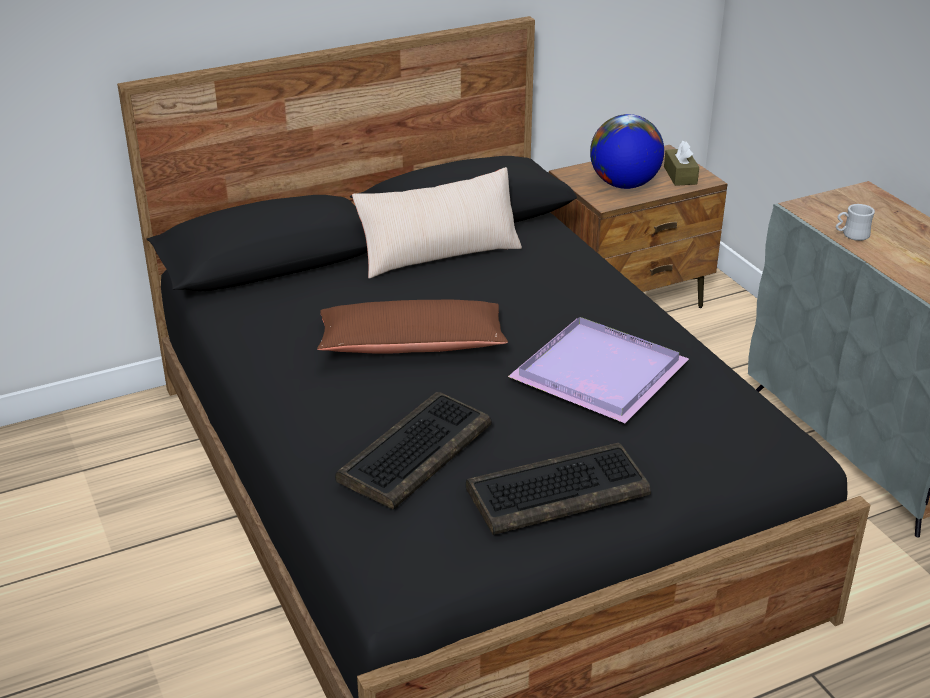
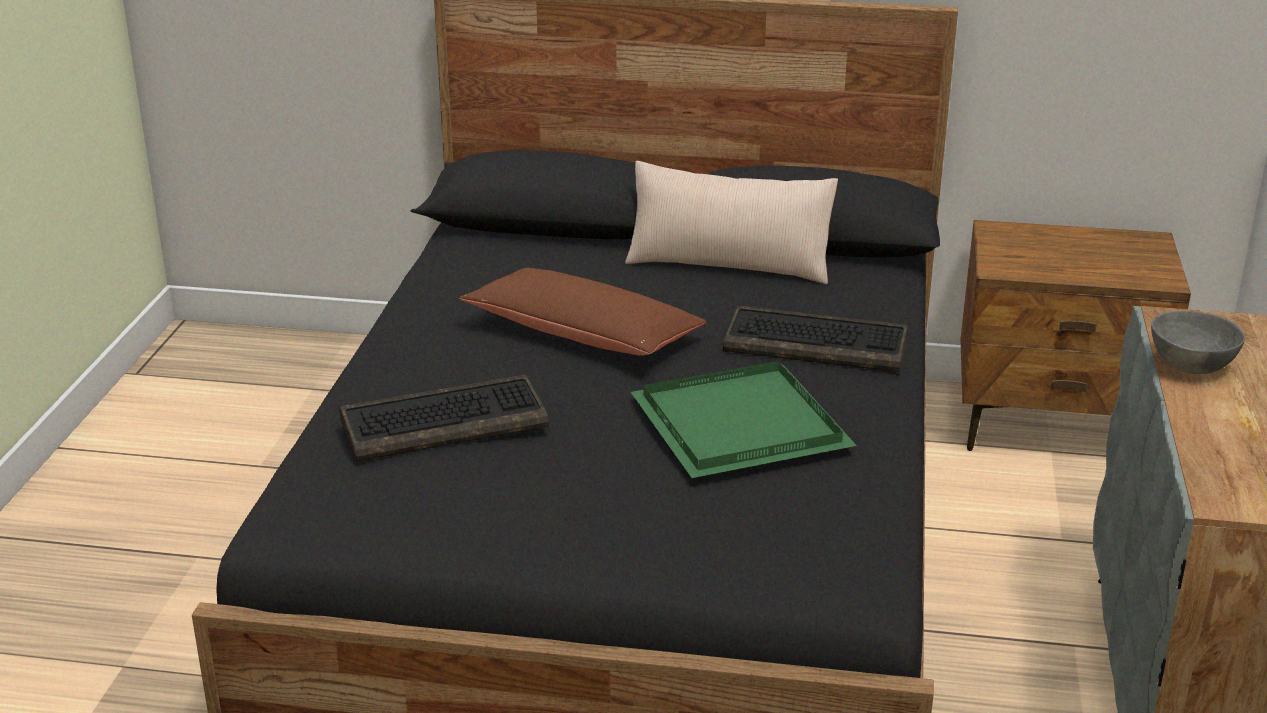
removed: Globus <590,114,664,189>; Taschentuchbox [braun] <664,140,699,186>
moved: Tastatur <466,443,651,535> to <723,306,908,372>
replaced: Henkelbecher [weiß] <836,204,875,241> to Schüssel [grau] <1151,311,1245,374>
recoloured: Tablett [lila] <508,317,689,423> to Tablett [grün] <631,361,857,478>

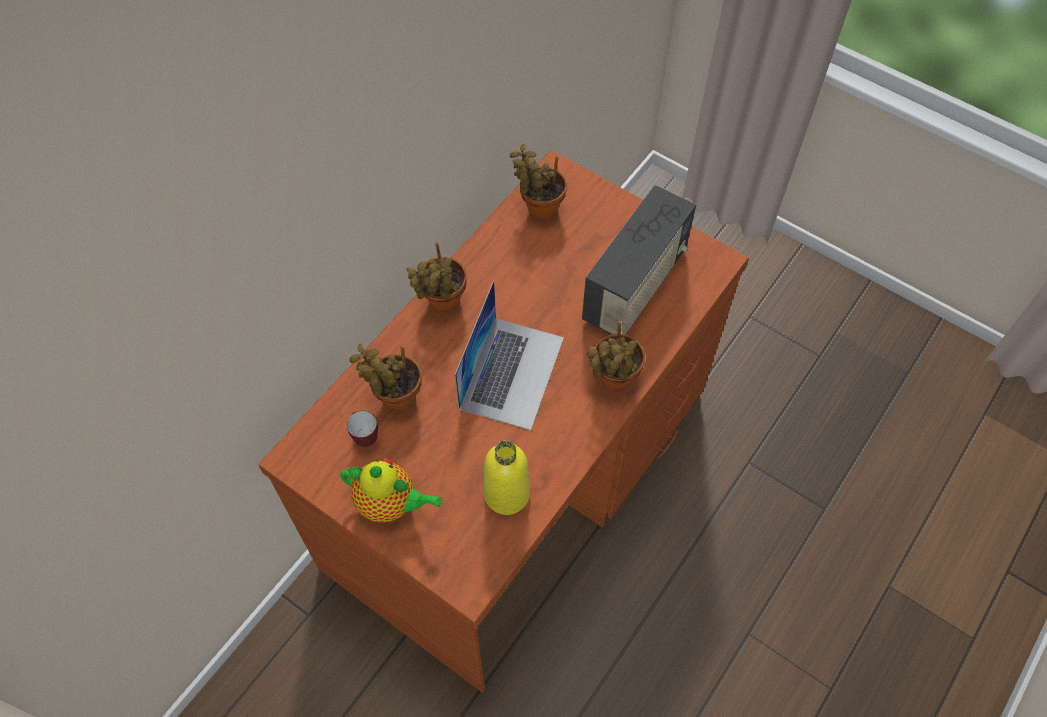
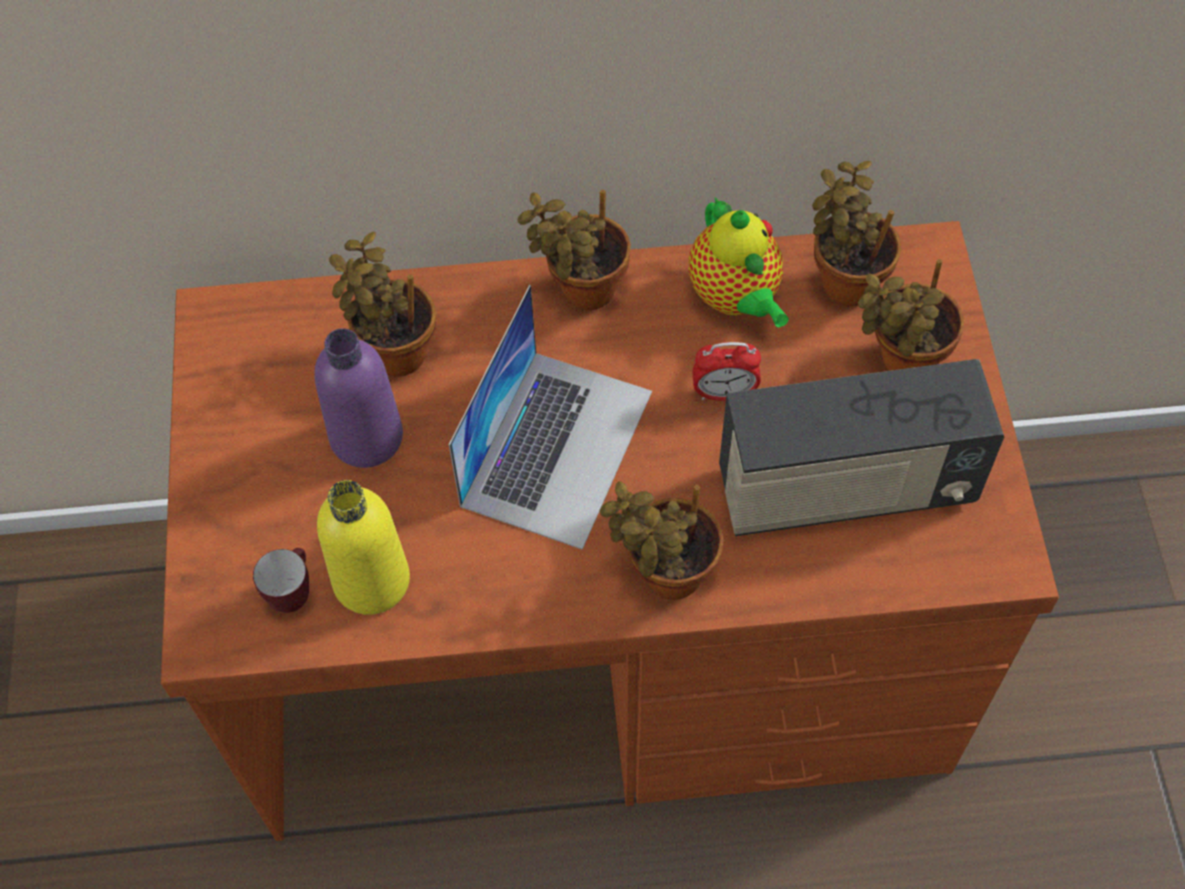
added: Flasche [lila] <314,328,403,468>; Wecker <692,342,761,401>; Topfpflanze <858,259,964,371>
moved: Teekanne <340,458,442,523> to <689,197,789,327>; Henkelbecher <347,411,378,447> to <253,548,309,613>
turned: Laptop <455,280,564,430> = <449,285,652,550> 45 degrees counterclockwise

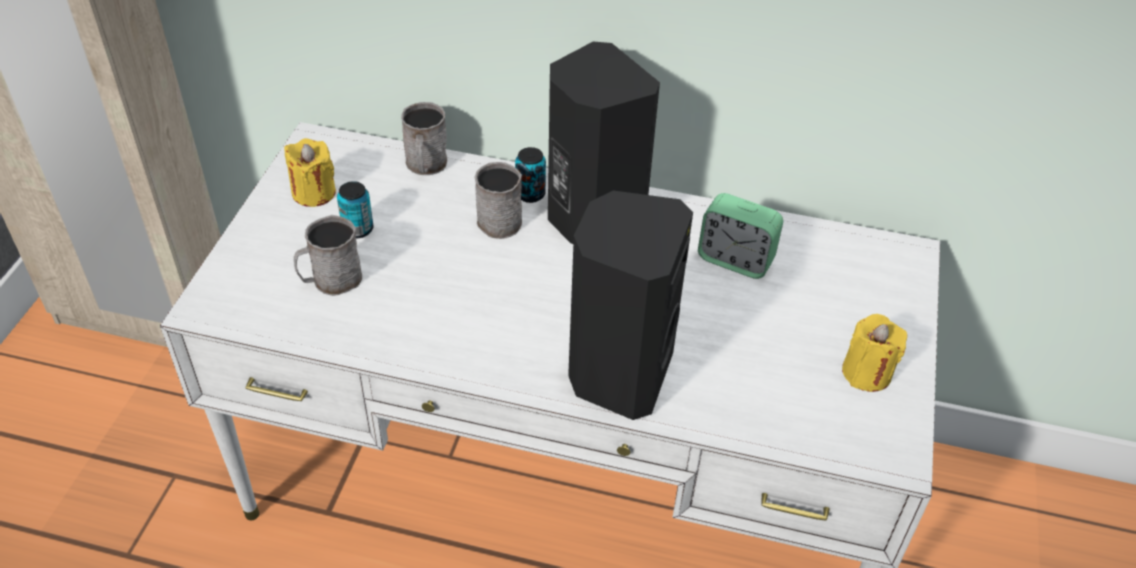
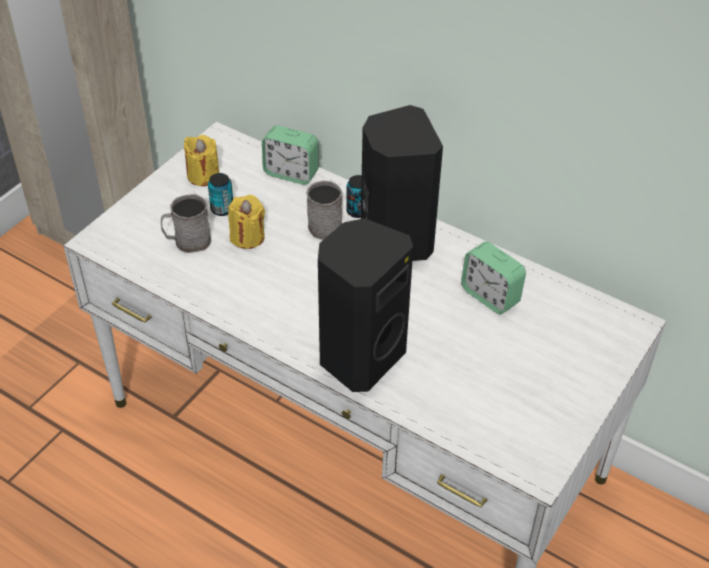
moved: Kerze [gelb] <842,314,907,392> to <228,195,265,249>
replaced: Henkelbecher [grau] <401,102,447,175> to Wecker <262,125,318,185>

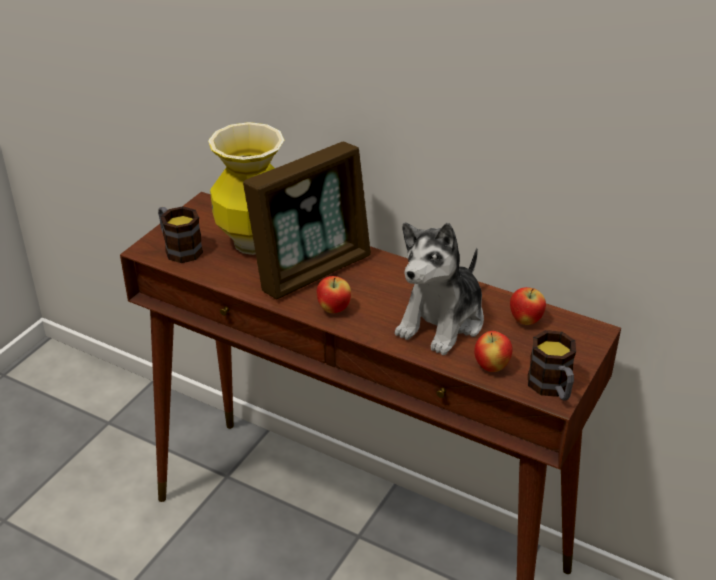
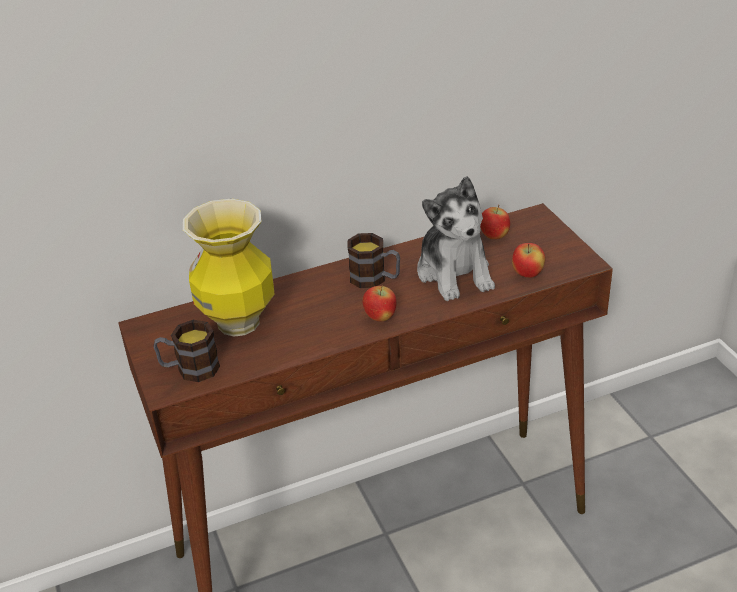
removed: Bilderrahmen <243,142,371,299>
moved: Henkelbecher <528,330,576,401> to <347,233,400,288>

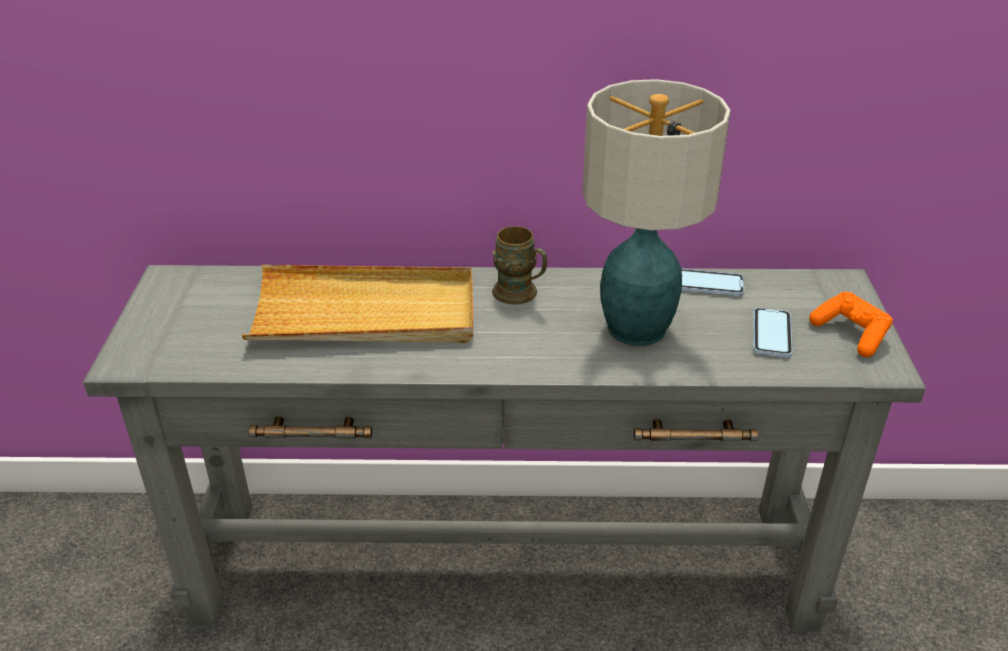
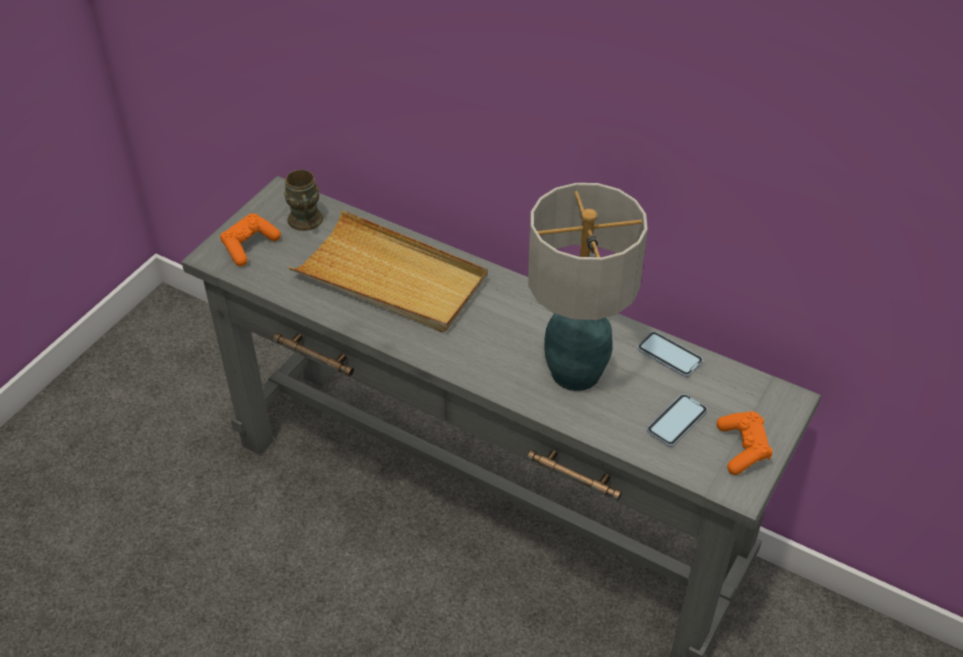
added: Gamepad [orange] <220,213,281,266>
moved: Henkelbecher [braun] <492,226,547,305> to <284,170,323,231>

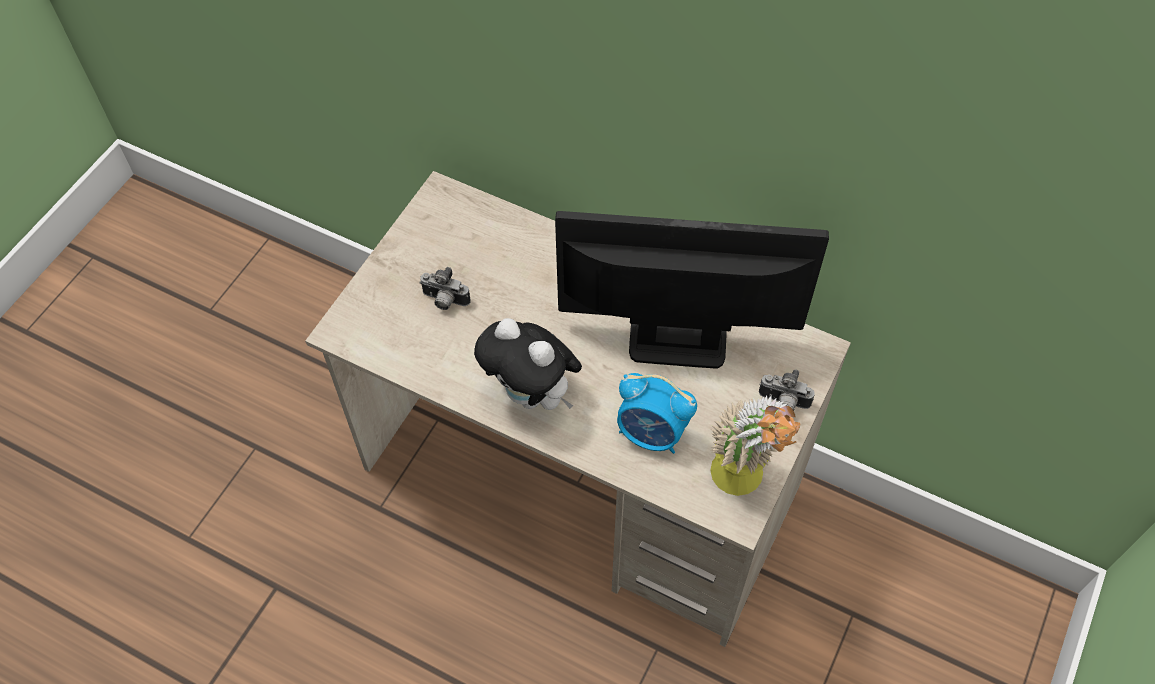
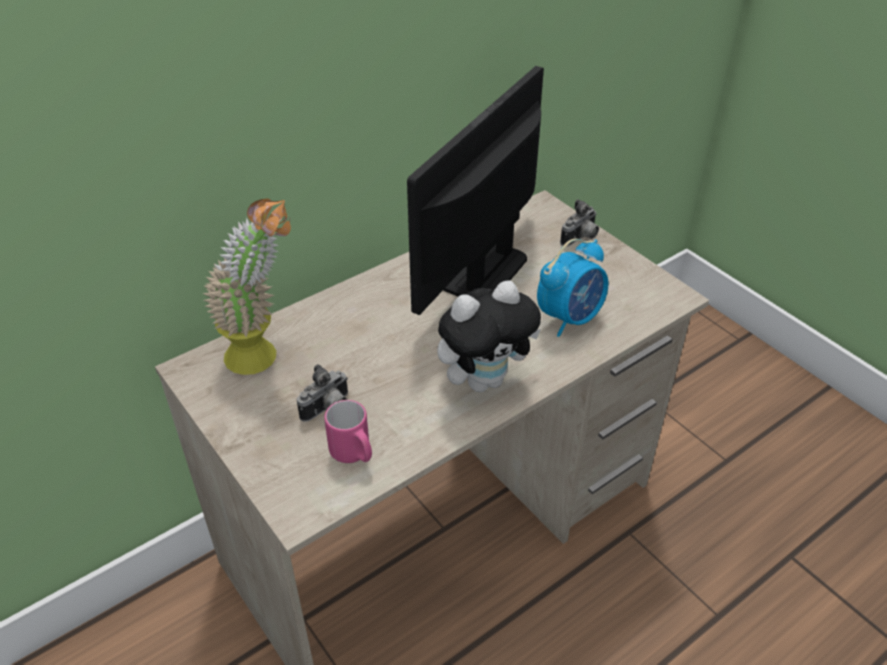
added: Henkelbecher [rosa] <324,400,372,463>
moved: Topfpflanze <710,396,801,496> to <203,199,291,375>

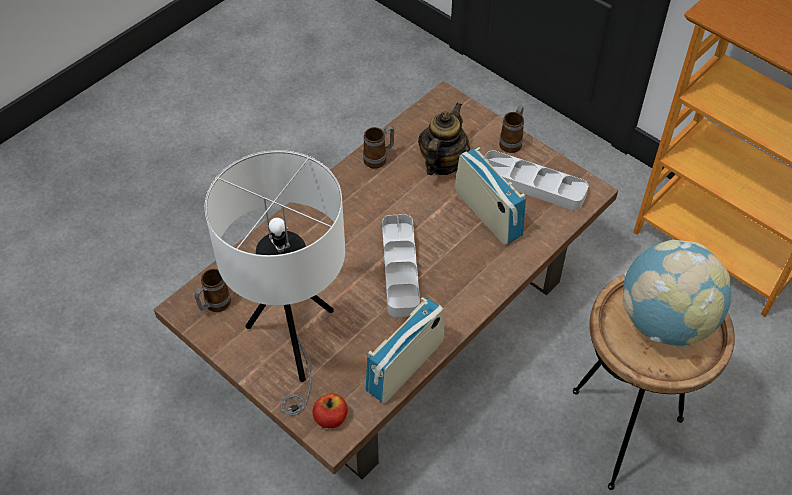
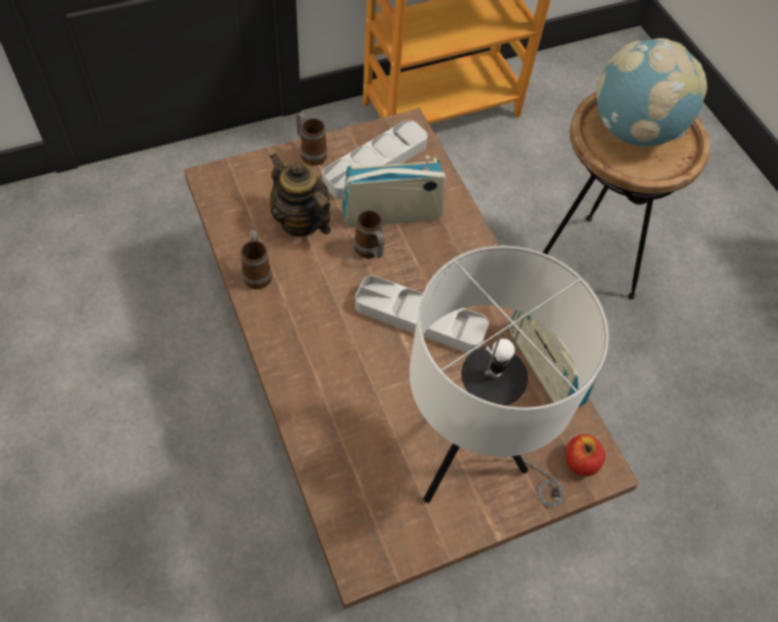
moved: Henkelbecher <194,269,231,312> to <354,210,385,258>

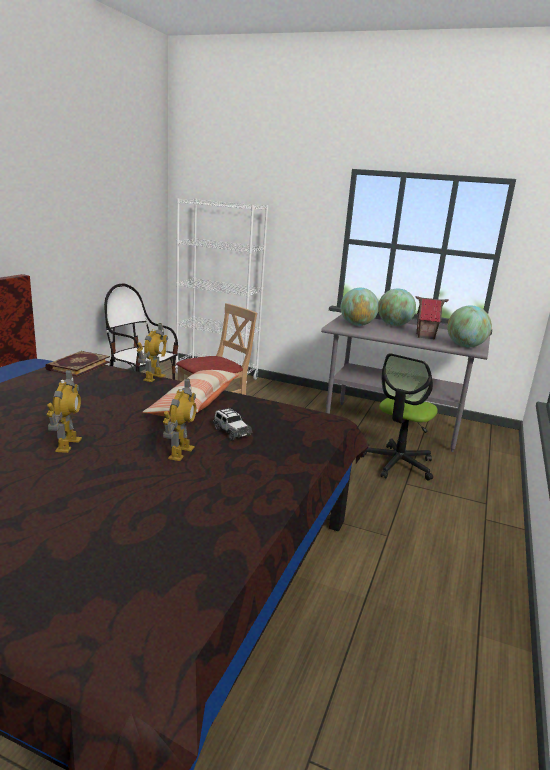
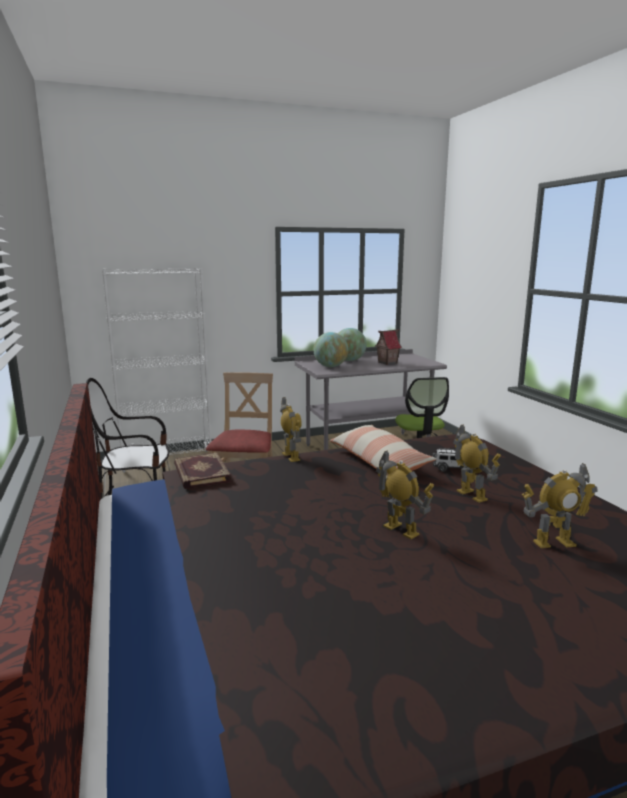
removed: Globus <447,305,492,347>
added: Spielzeugroboter <522,463,598,548>

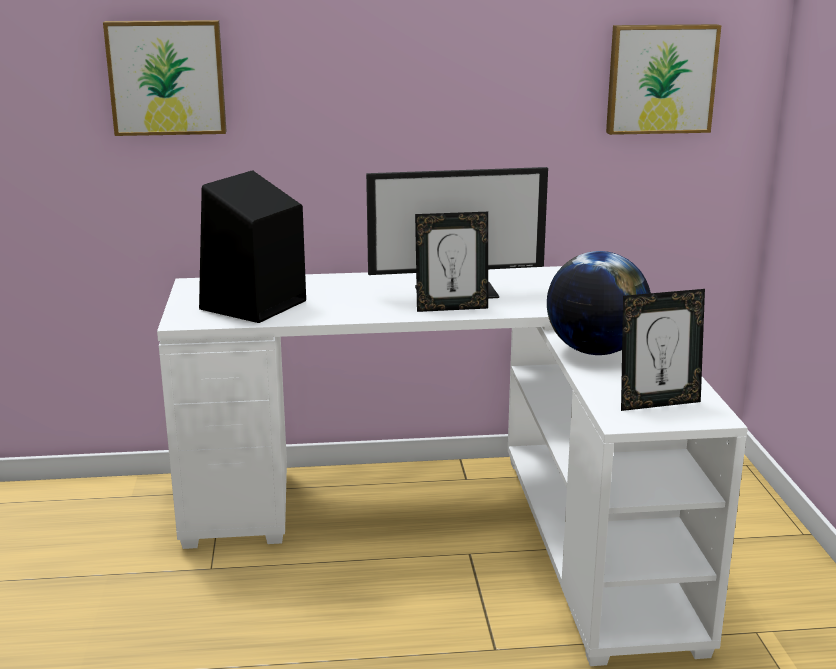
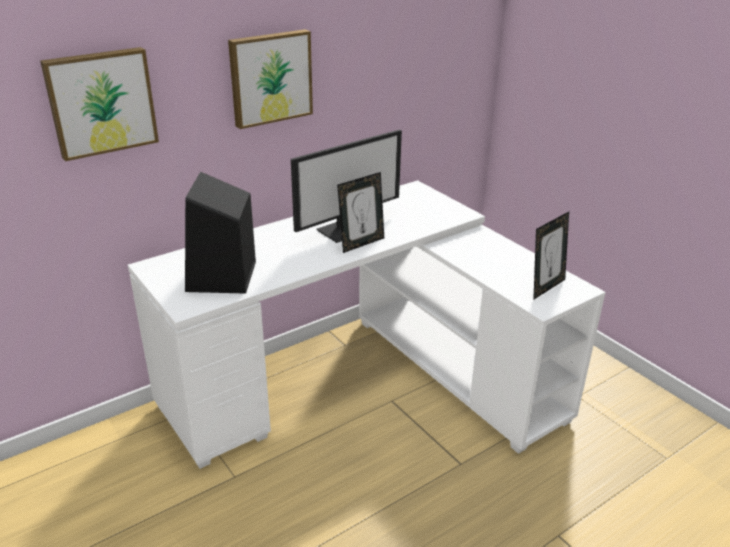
removed: Globus <547,251,651,355>
moved: Bild <606,24,721,135> to <228,29,313,129>

